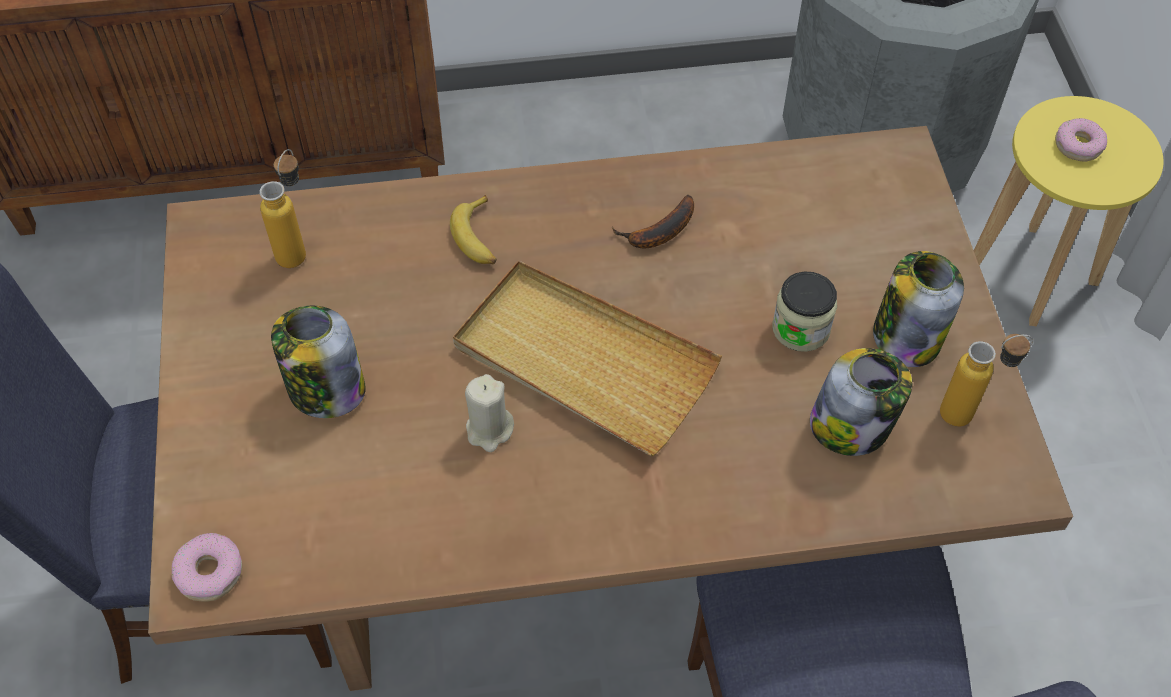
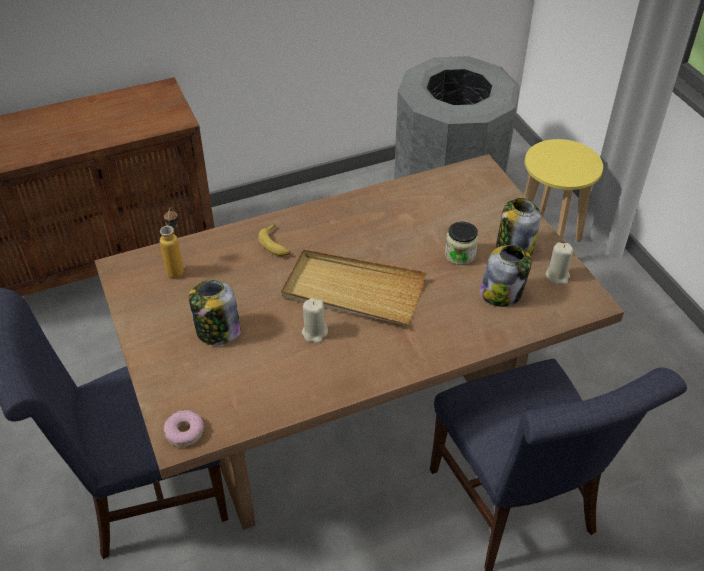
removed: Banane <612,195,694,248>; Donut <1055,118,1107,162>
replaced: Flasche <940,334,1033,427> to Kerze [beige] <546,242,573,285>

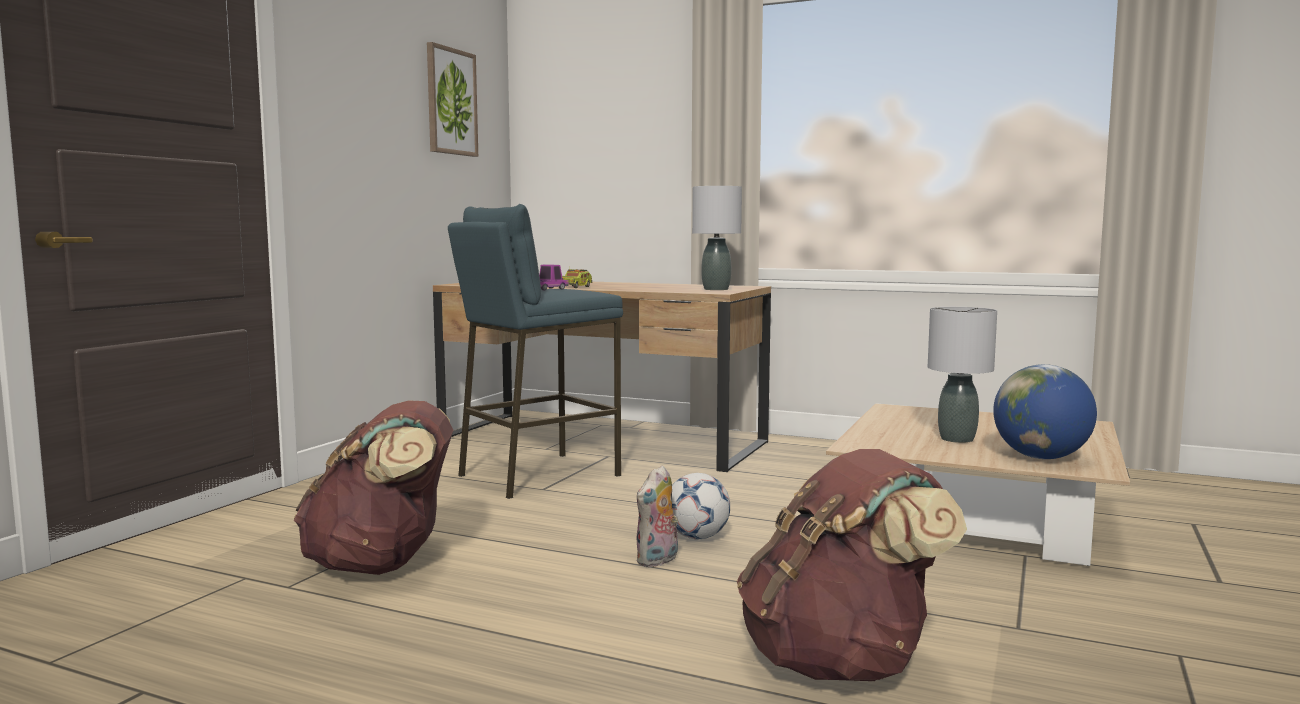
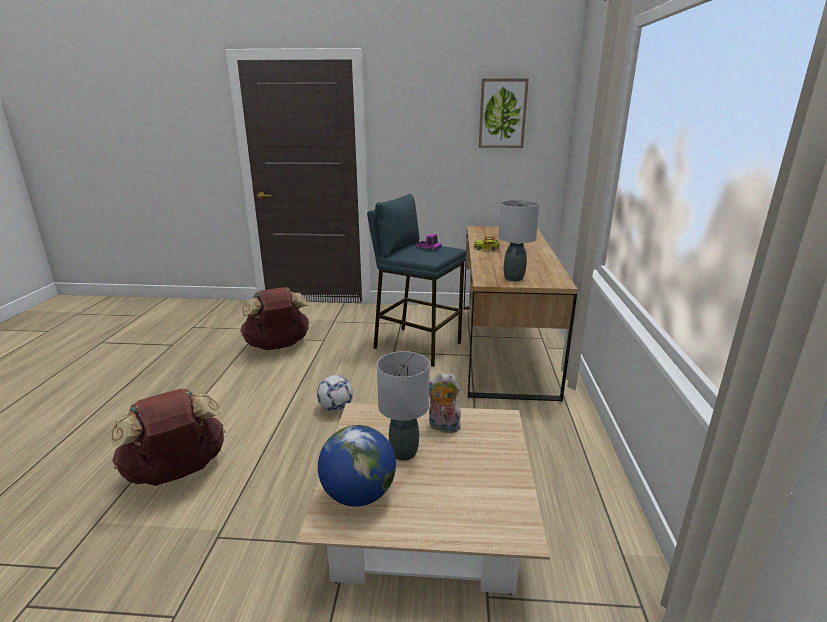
moved: Plüschtier <636,465,678,567> to <429,372,461,433>

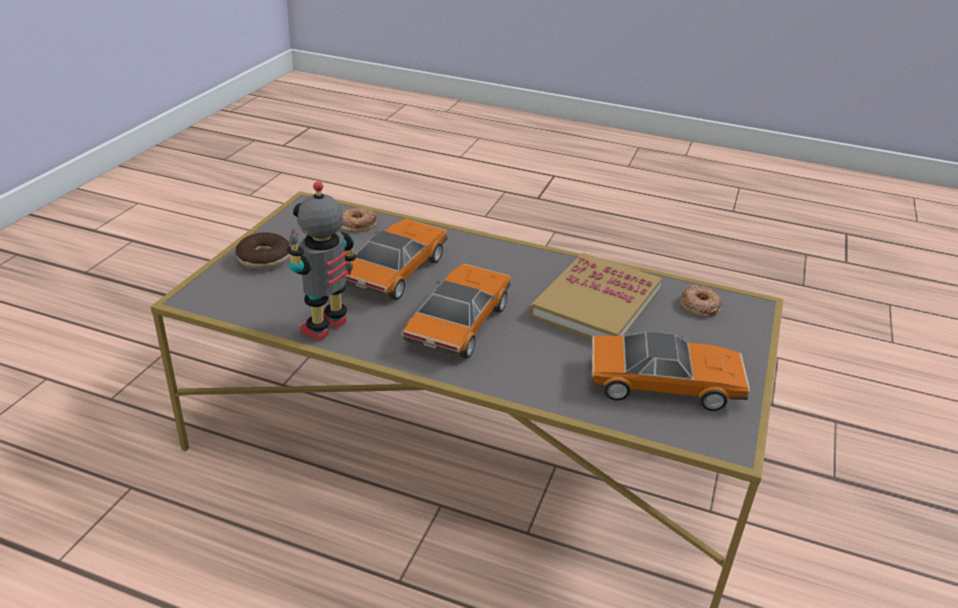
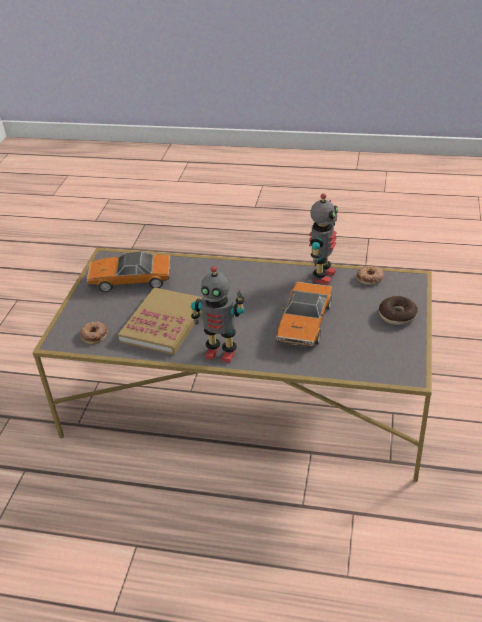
removed: Spielzeugauto <401,264,511,359>
added: Spielzeugroboter <191,266,245,362>
moved: Donut <340,207,377,232> to <357,265,384,285>

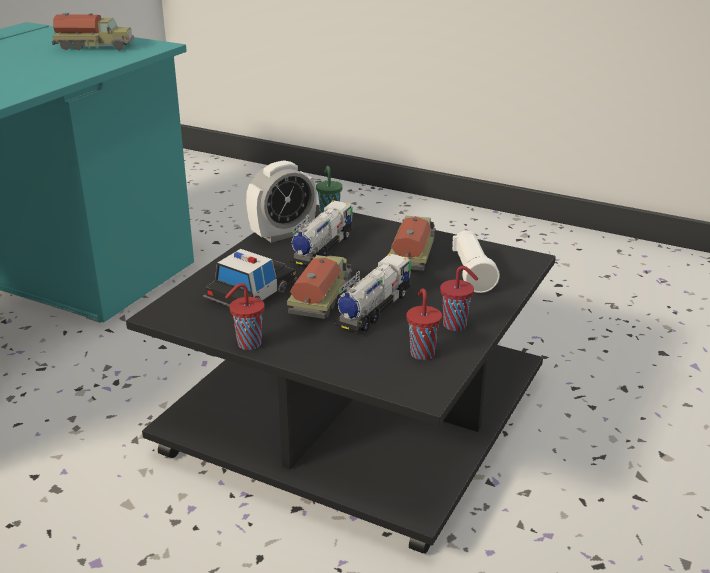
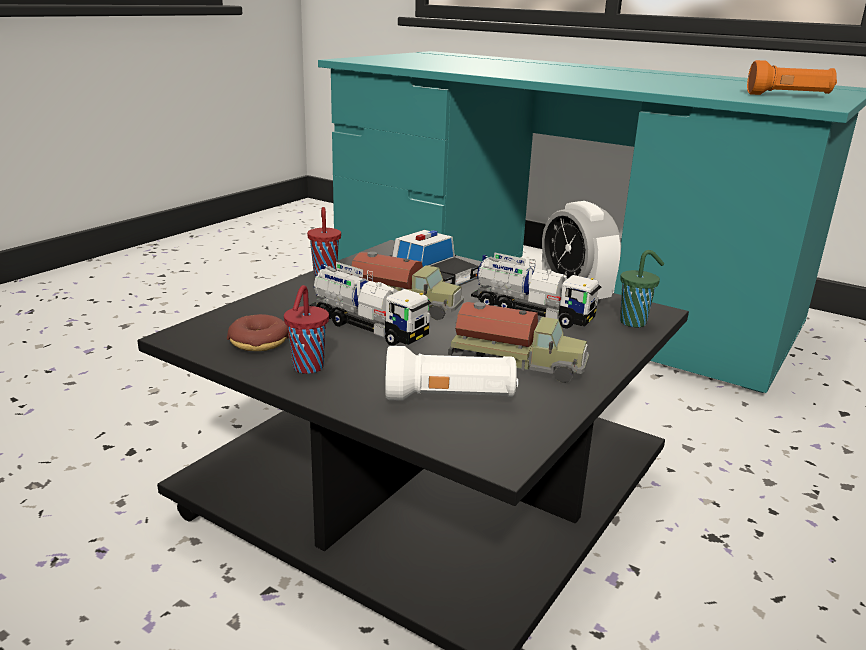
replaced: Spielzeuglaster <52,13,134,51> to Taschenlampe [orange] <747,60,837,95>; Tasse [rot] <406,288,442,360> to Donut <227,314,289,351>

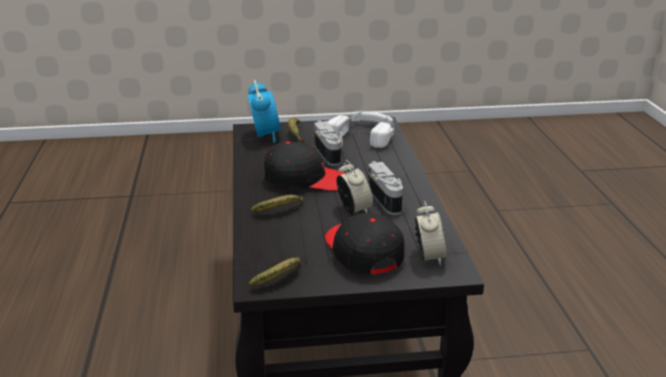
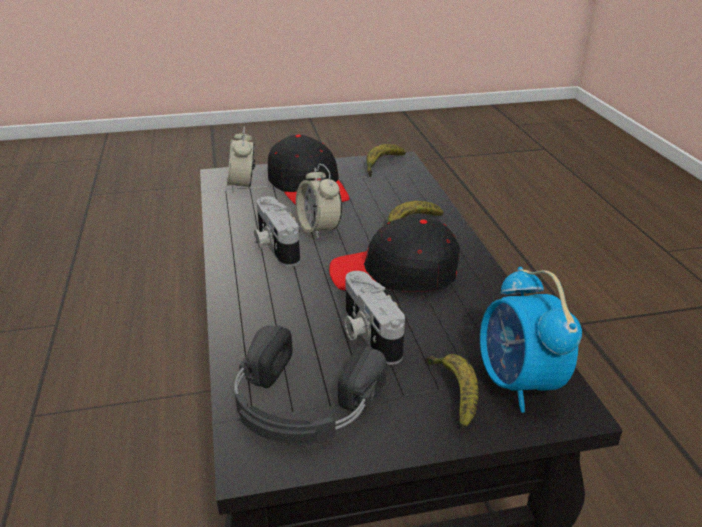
recoloured: Kopfhörer [weiß] <328,111,395,148> to Kopfhörer [schwarz] <234,326,387,444>

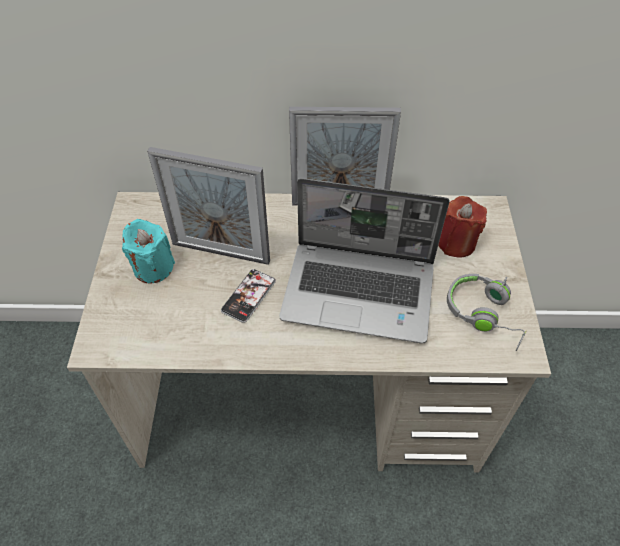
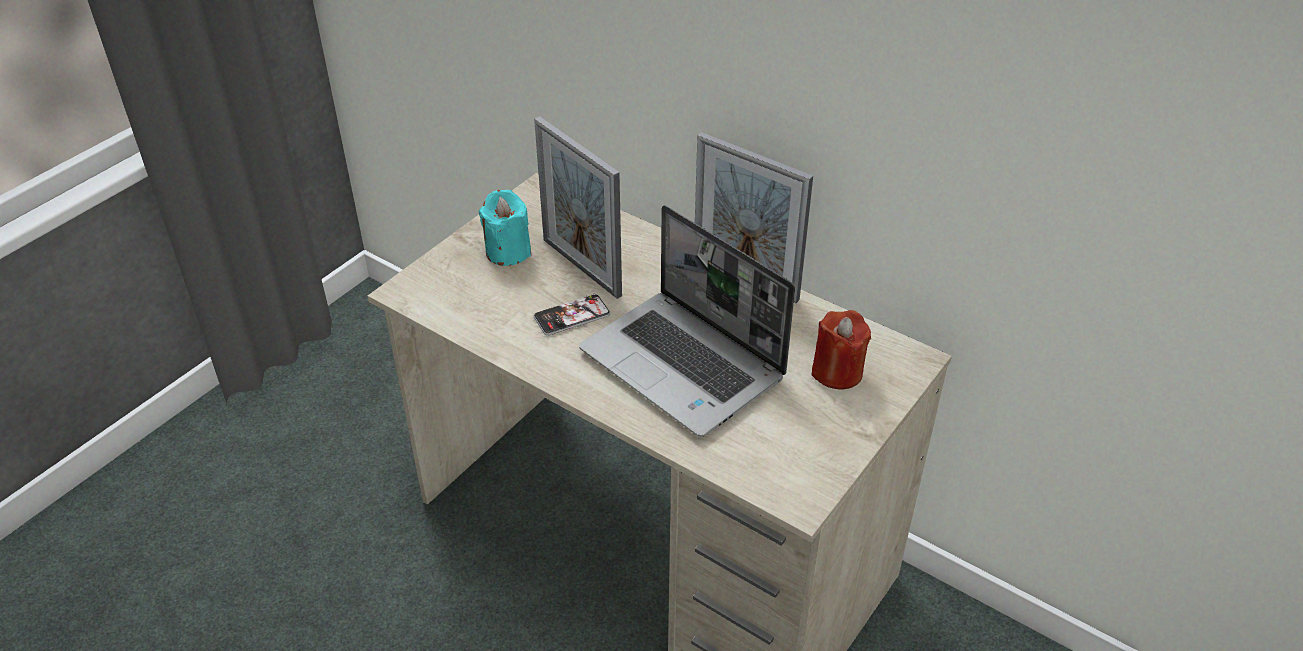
removed: Kopfhörer [grau] <447,274,526,351>

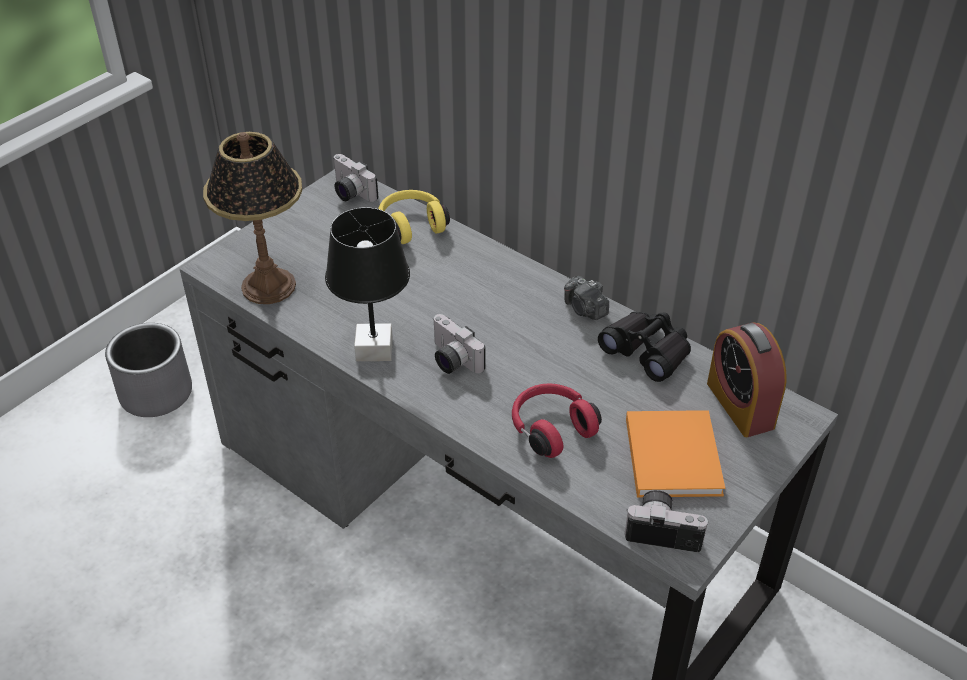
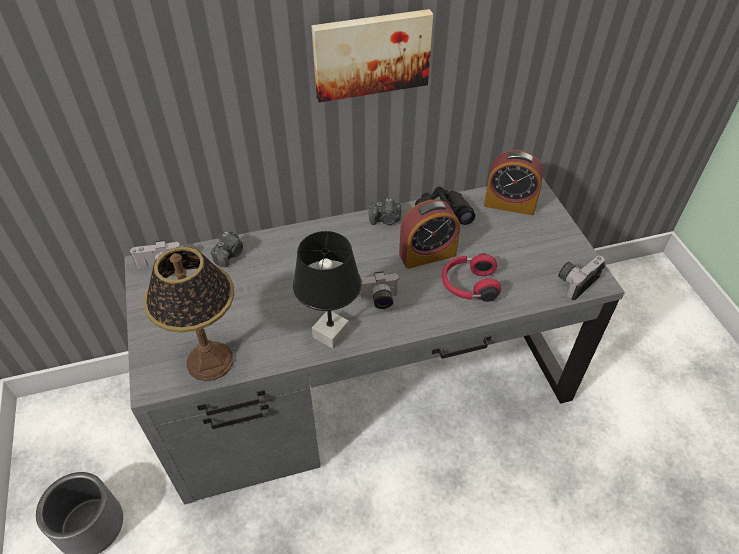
removed: Buch [orange] <626,410,725,497>
added: Bild <311,9,433,103>; Wecker <399,199,460,269>
replaced: Kopfhörer [gelb] <378,190,450,244> to Kamera <210,232,243,267>

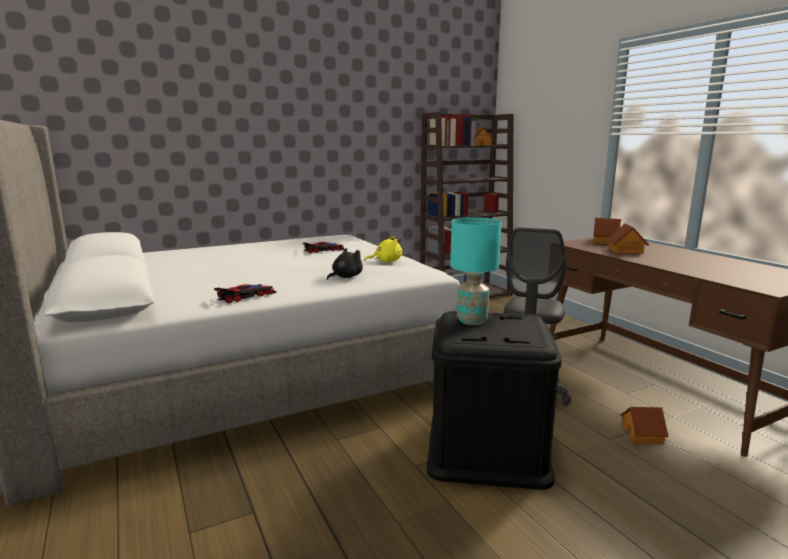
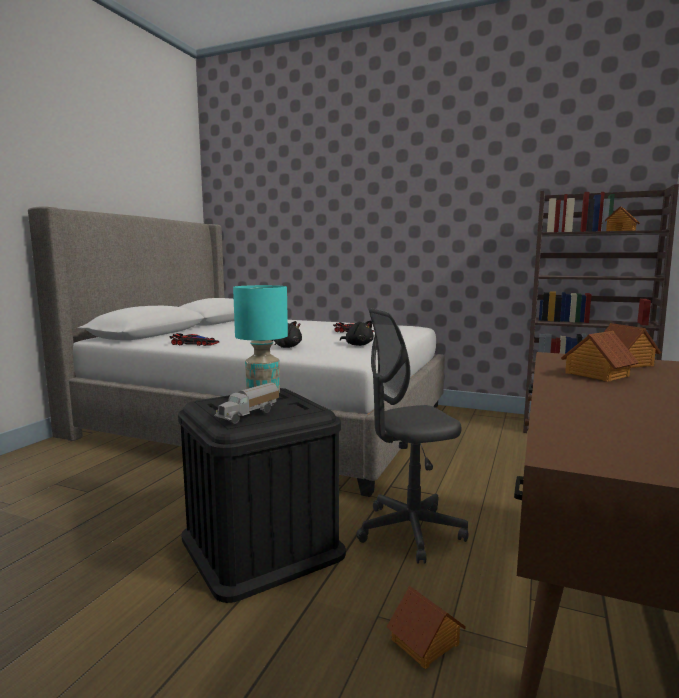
added: Spielzeuglaster <214,382,279,424>
recoloured: Plüschtier [gelb] <365,236,402,262> to Plüschtier [schwarz] <340,320,374,346>

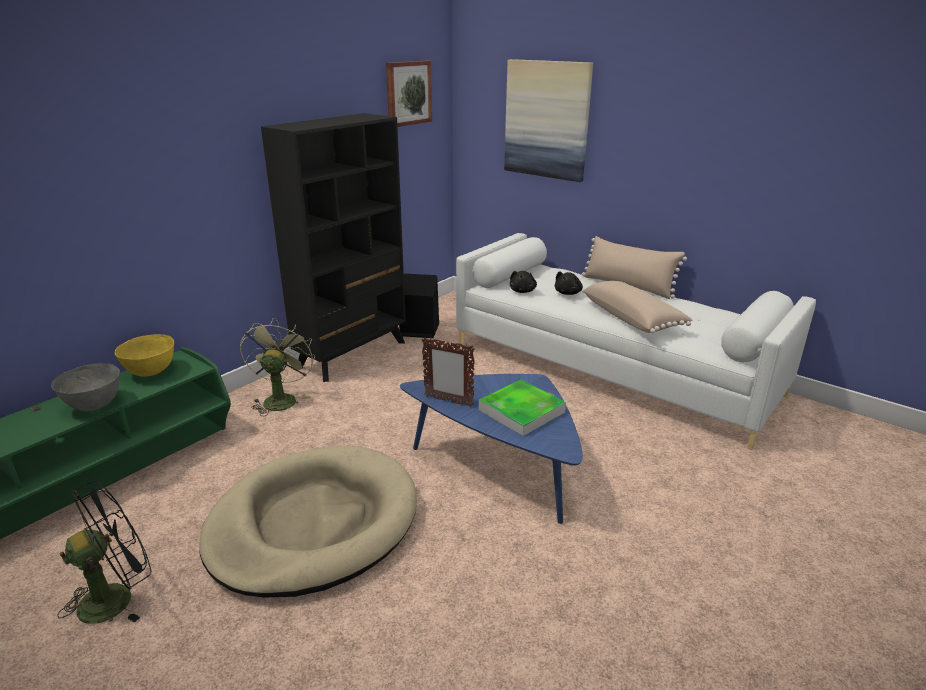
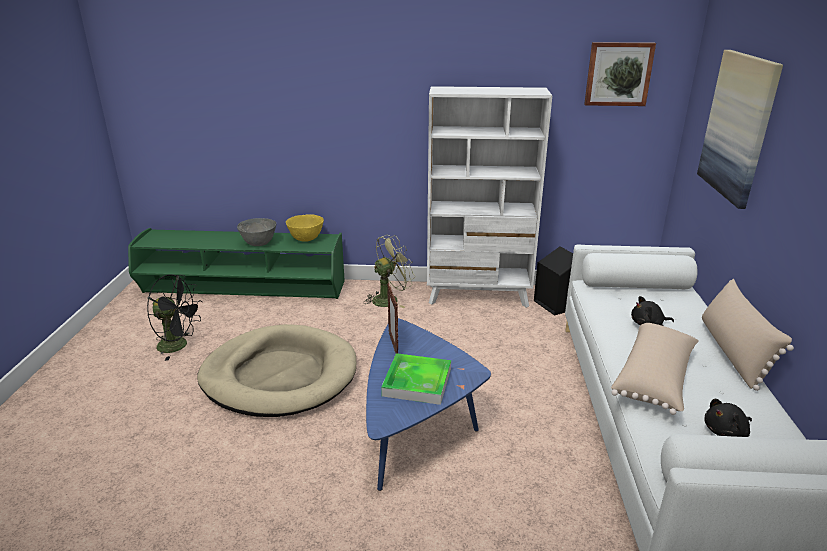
moved: Plüschtier [schwarz] <510,271,537,293> to <704,399,752,437>
recoloured: Bücherregal [schwarz] <261,113,406,382> to Bücherregal [weiß] <427,86,552,308>

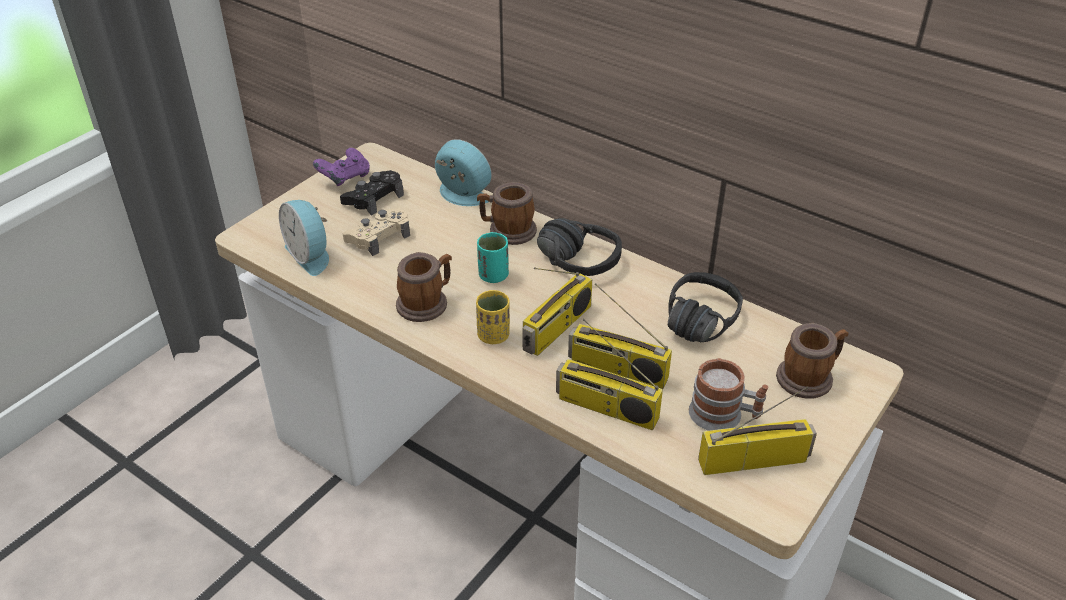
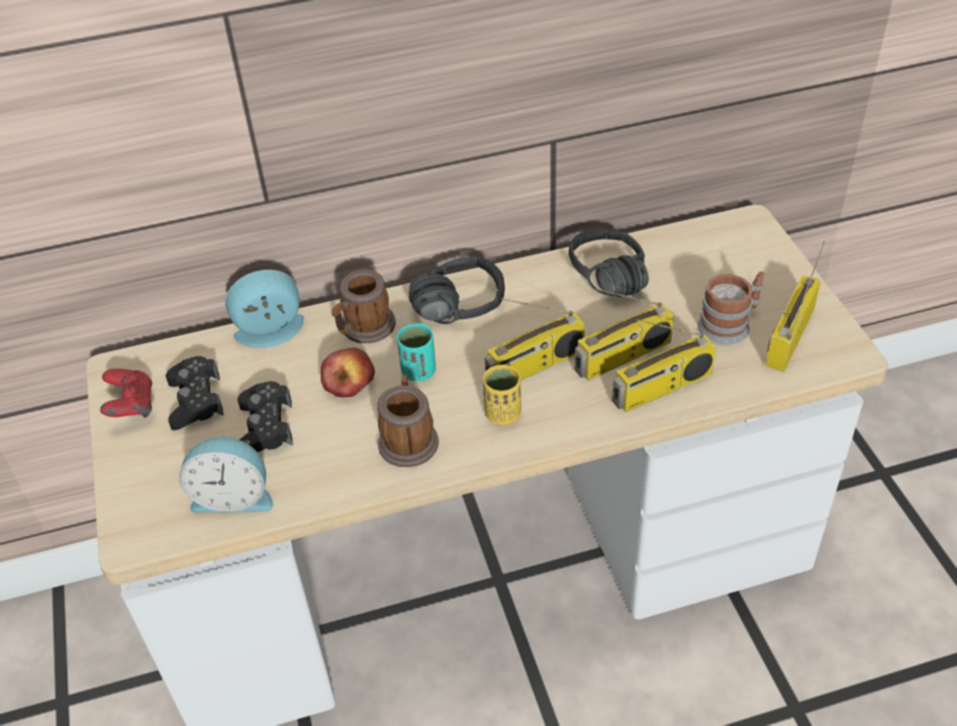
removed: Henkelbecher <776,323,848,398>
added: Apfel <321,347,375,398>
recoloured: Gamepad [lila] <313,148,370,186> to Gamepad [rot] <100,369,152,418>; Gamepad [beige] <343,208,410,256> to Gamepad [schwarz] <237,381,293,452>
turned: Radio <522,267,592,356> = <485,298,585,380> 75 degrees clockwise

